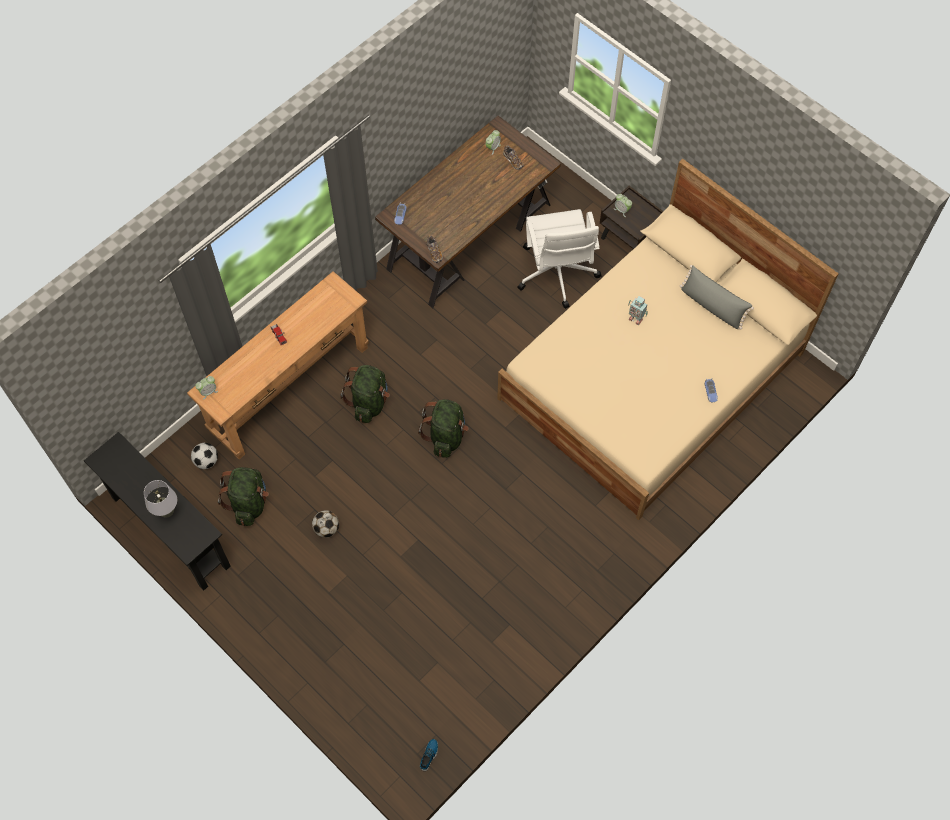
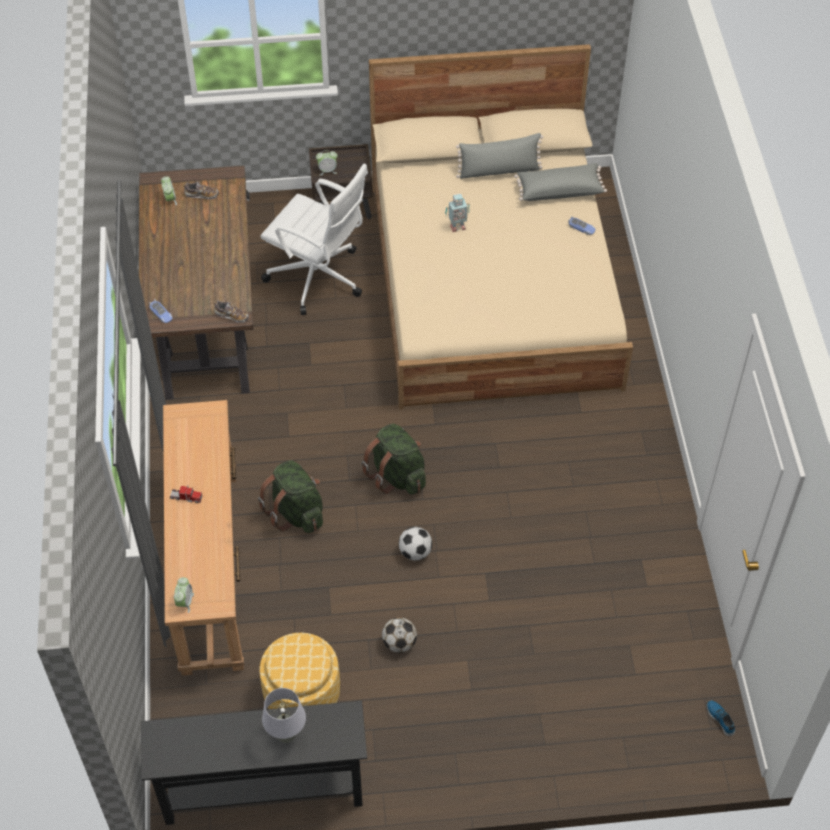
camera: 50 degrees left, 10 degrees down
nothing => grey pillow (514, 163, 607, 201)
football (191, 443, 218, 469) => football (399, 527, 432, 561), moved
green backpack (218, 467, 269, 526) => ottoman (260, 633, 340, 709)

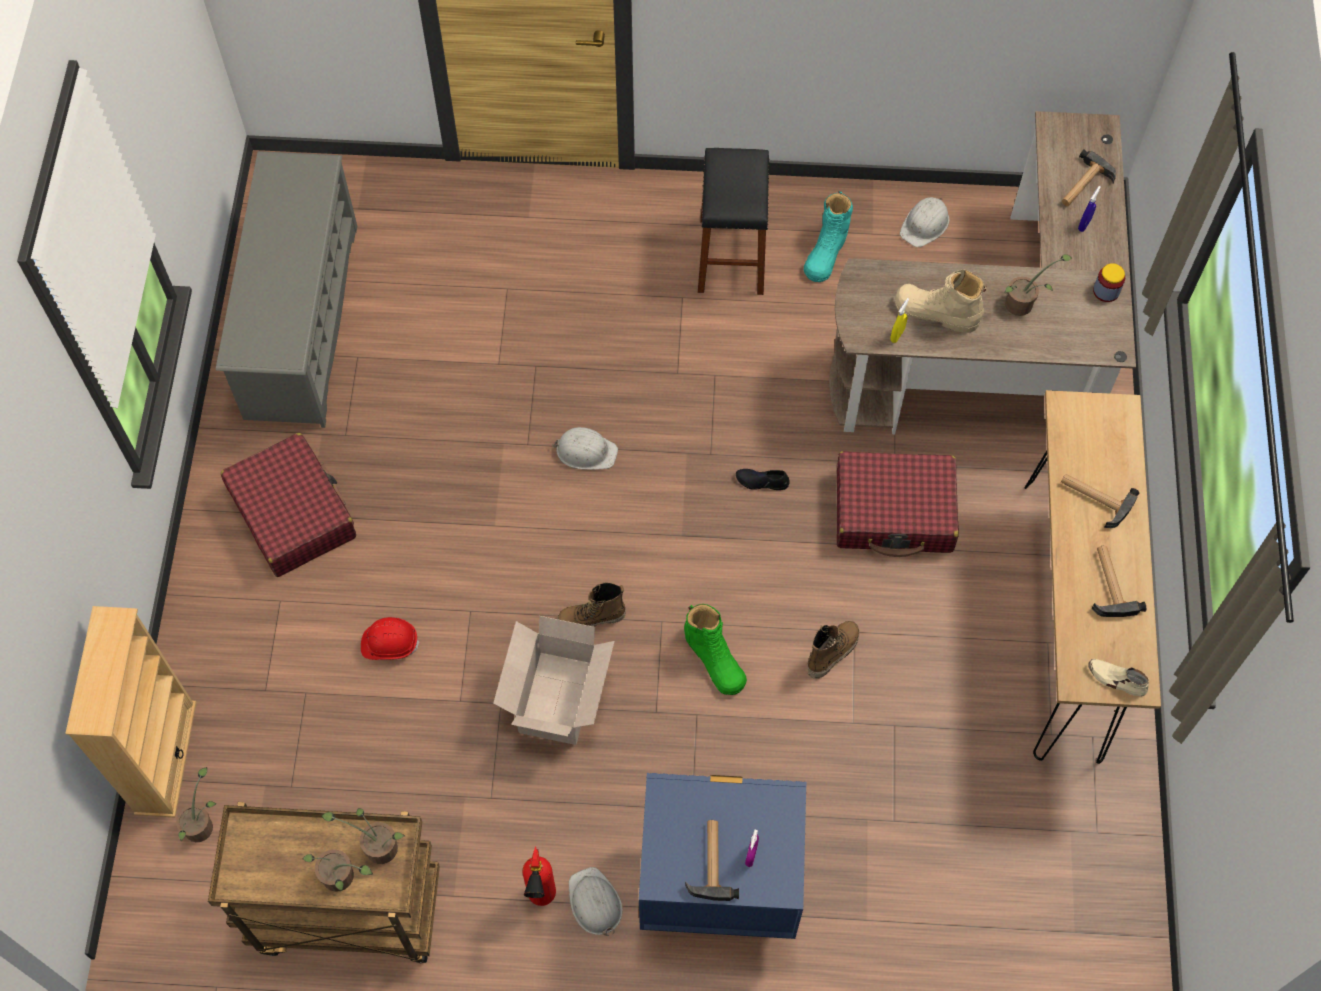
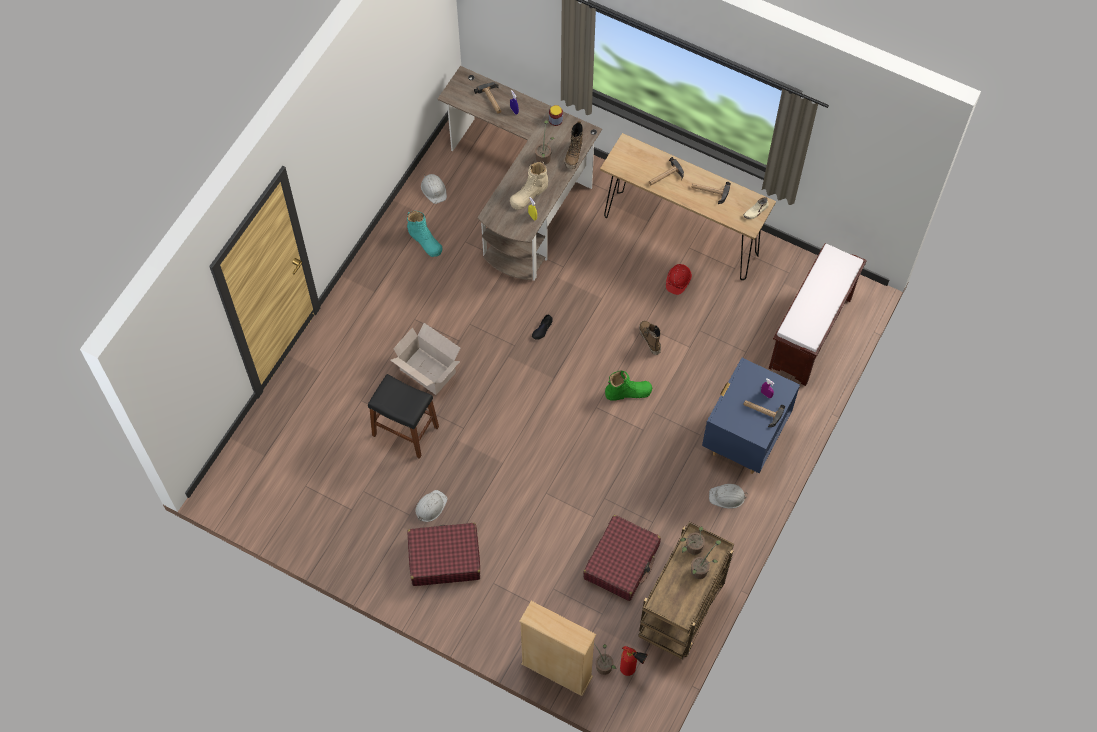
camera: 65 degrees left, 0 degrees up
grey shoe rack (216, 151, 357, 428) => nothing
nothing => brown bench (769, 243, 867, 386)
red hard hat (361, 617, 420, 660) => red hard hat (666, 264, 692, 295), moved
cardboard box (493, 616, 614, 745) => cardboard box (390, 323, 460, 395), moved
fire extinguisher (523, 847, 556, 906) => fire extinguisher (620, 646, 648, 676), moved
white hard hat (552, 427, 618, 470) => white hard hat (415, 490, 448, 522), moved
boot (557, 583, 626, 626) => boot (565, 121, 583, 169), moved
black stool (698, 148, 769, 295) => black stool (368, 374, 439, 459), moved
red suitcase (837, 451, 959, 557) => red suitcase (583, 515, 661, 601), moved

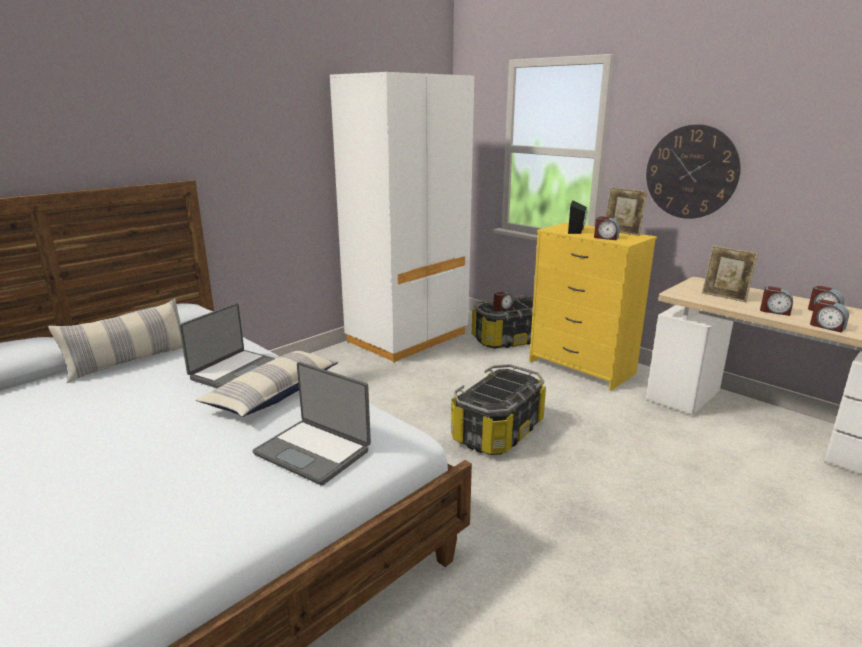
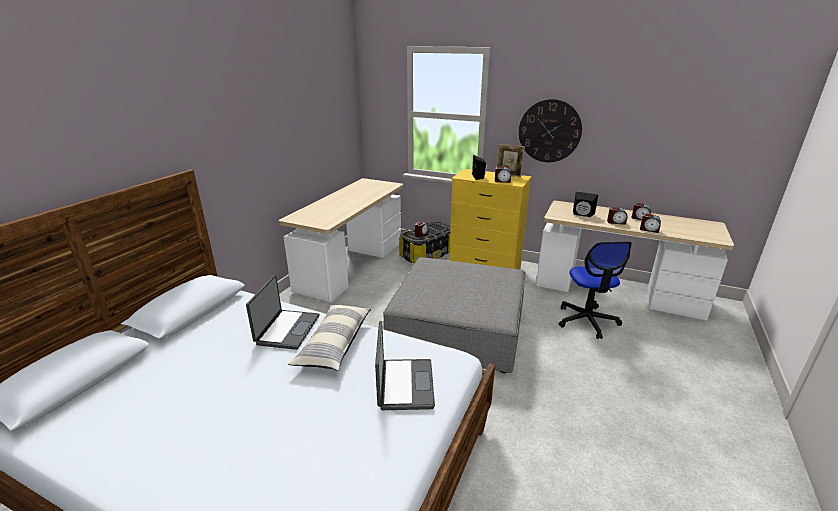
camera: 20 degrees left, 5 degrees up
pillow (48, 299, 183, 383) => nothing
nothing => office chair (559, 242, 632, 339)
white wardrobe (330, 72, 474, 362) => desk (279, 178, 403, 302)
storage box (451, 364, 546, 455) => grey ottoman (383, 257, 526, 373)
picture frame (702, 245, 758, 302) => black speaker (573, 192, 598, 217)
laptop (252, 362, 371, 485) => laptop (375, 321, 435, 410), 105 degrees counterclockwise

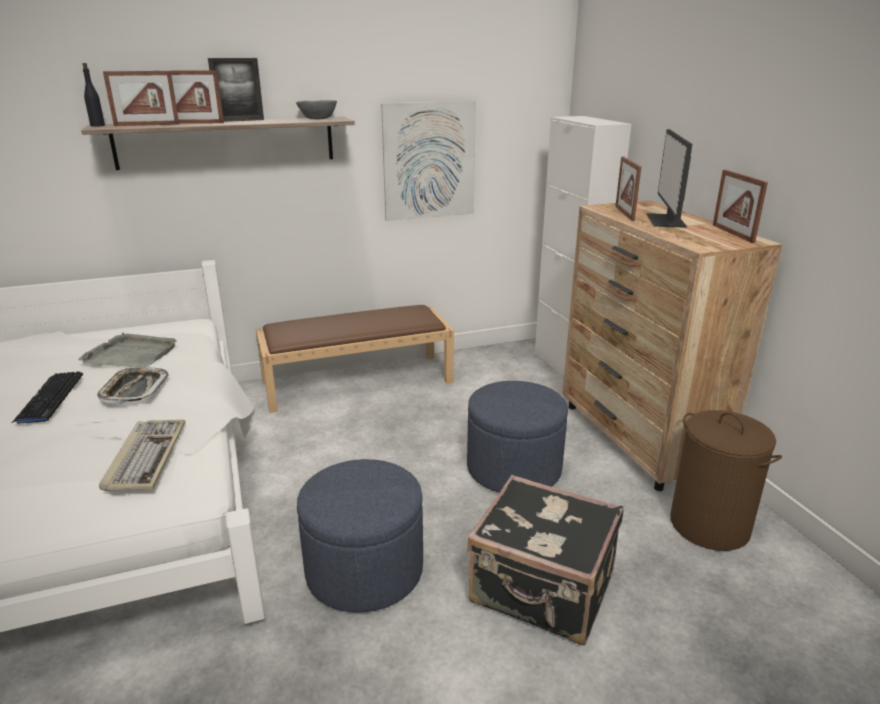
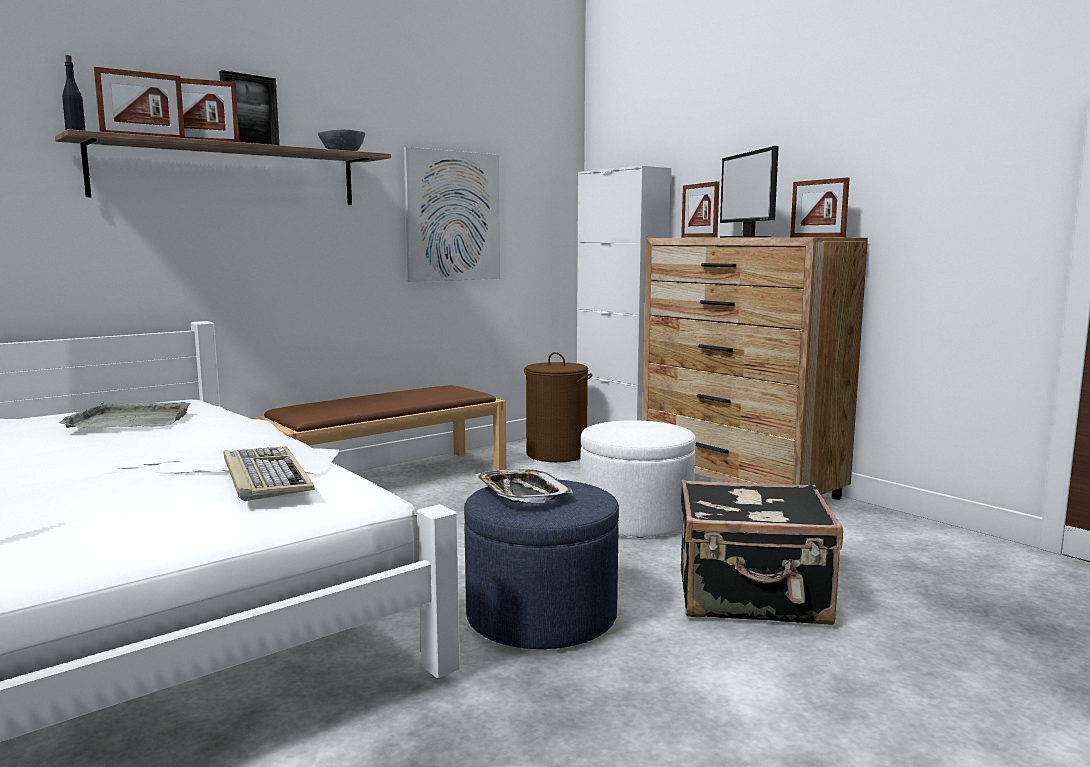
camera: 20 degrees left, 15 degrees down
keyboard (12, 372, 83, 424) => nothing
tray (97, 367, 169, 405) => tray (475, 469, 573, 503), moved
brown laundry basket (670, 410, 782, 551) => brown laundry basket (524, 352, 592, 462), moved
blue ottoman (467, 381, 568, 493) => white ottoman (580, 420, 696, 538)

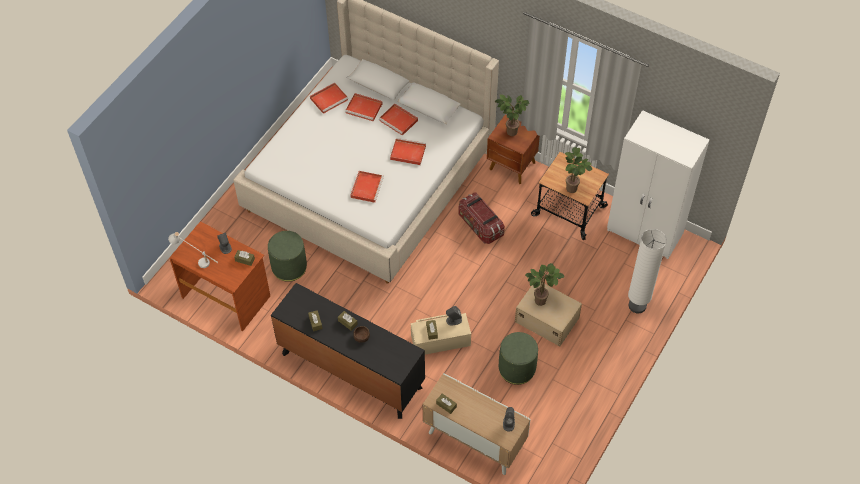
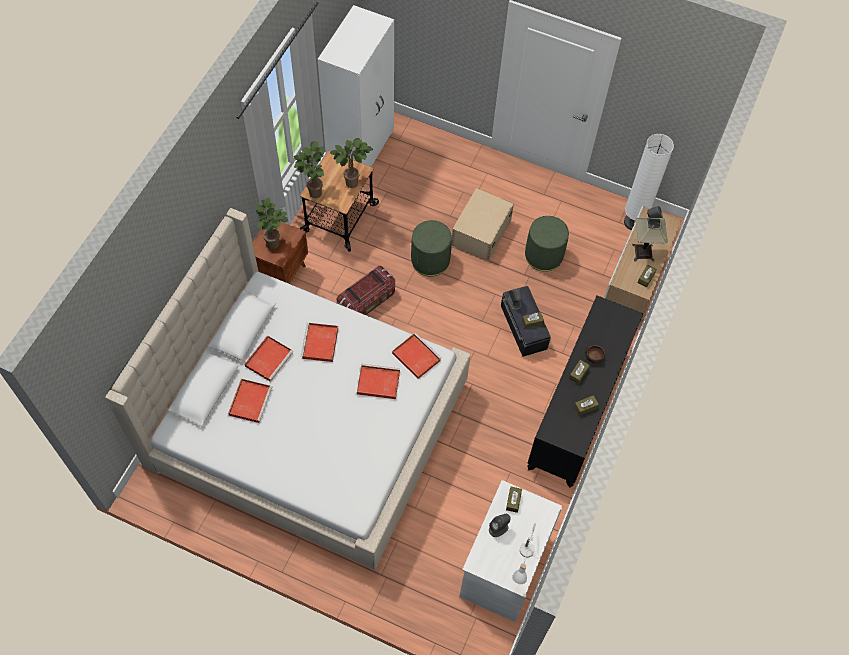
camera: 100 degrees left, 5 degrees up
nothing => table lamp (632, 218, 668, 262)
green ottoman (268, 231, 307, 282) => green ottoman (411, 220, 452, 276), moved
red tray (310, 83, 348, 114) => red tray (392, 333, 441, 379), moved
potted plant (525, 263, 565, 306) => potted plant (294, 141, 324, 198), moved
white floor lamp (628, 229, 667, 313) => white floor lamp (624, 134, 674, 230), moved
brown desk (169, 221, 270, 331) => white desk (459, 480, 562, 622)
beige storage box (411, 313, 471, 355) => black storage box (501, 286, 551, 357)

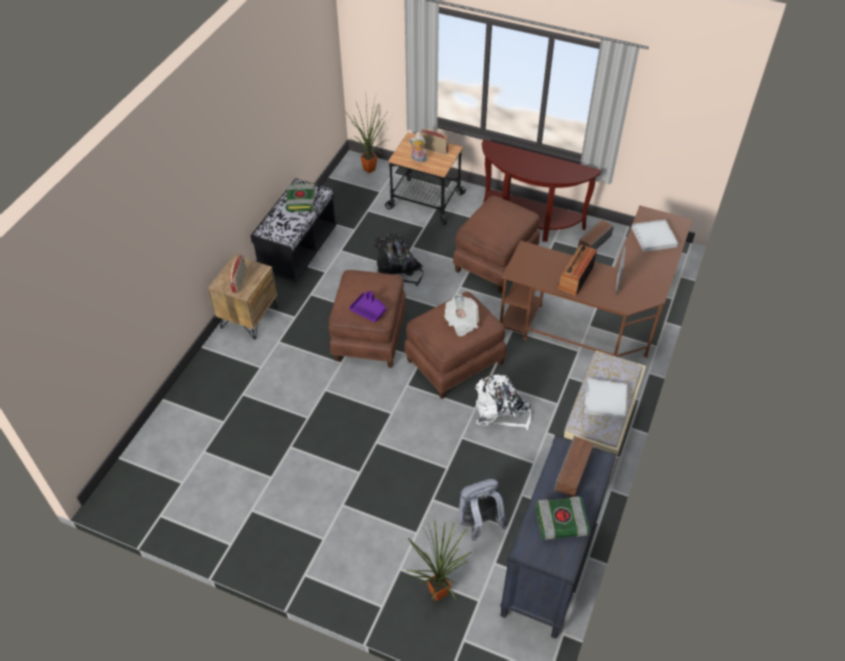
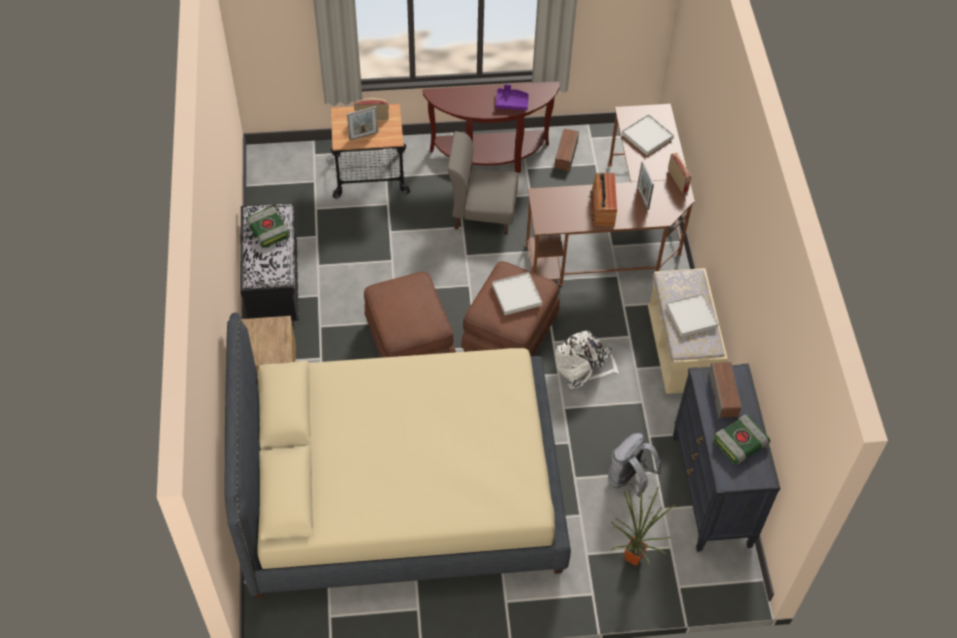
camera: 30 degrees left, 5 degrees up
potted plant (344, 96, 387, 173) => nothing
black backpack (373, 234, 423, 286) => nothing
nothing => beige bed (224, 312, 571, 599)
radio (229, 255, 247, 293) => radio (668, 153, 691, 193), moved
purple tray (349, 291, 386, 323) => purple tray (496, 84, 529, 110), moved
plush toy (409, 135, 427, 162) => picture frame (347, 106, 378, 140)
newspaper (444, 294, 479, 337) => white tray (492, 272, 542, 315)
brown ottoman (453, 196, 540, 293) => grey chair (447, 132, 518, 235)

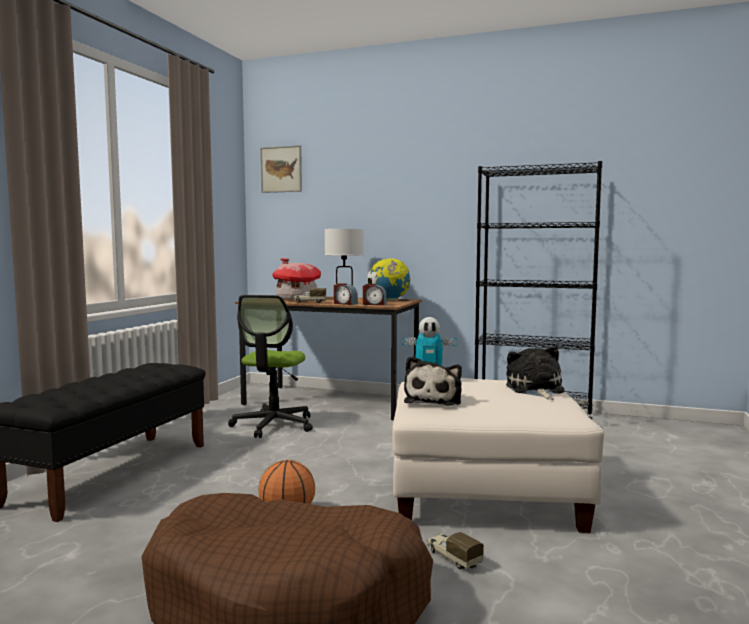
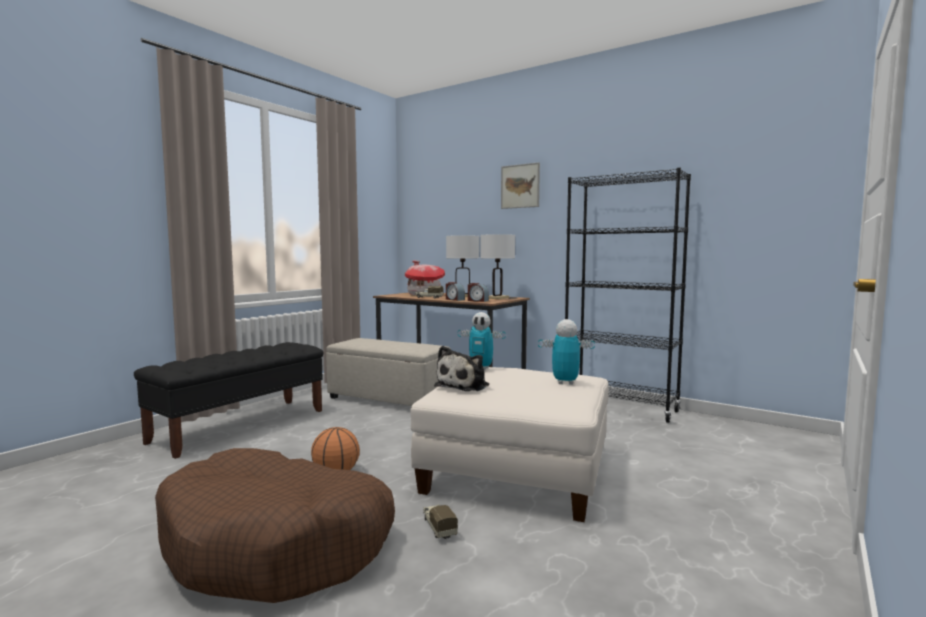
camera: 15 degrees right, 0 degrees up
picture (260, 145, 302, 193) => picture (501, 162, 540, 209), moved
office chair (228, 295, 313, 438) => beige ottoman (326, 338, 451, 406)
globe (367, 258, 410, 301) => white table lamp (481, 234, 515, 299)
plush toy (506, 346, 564, 400) => toy robot (538, 319, 595, 385)

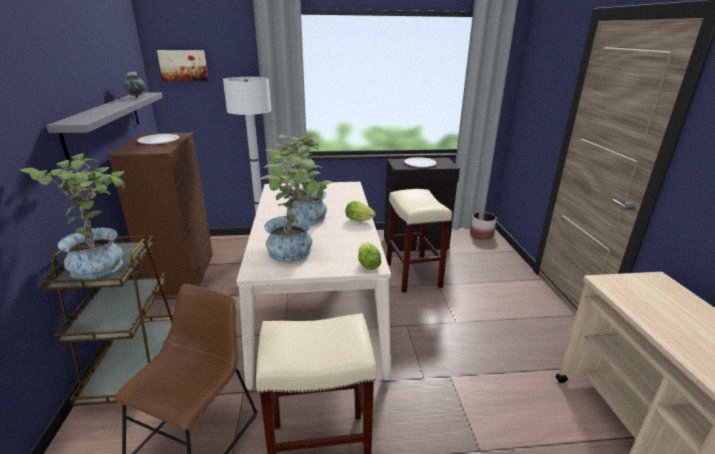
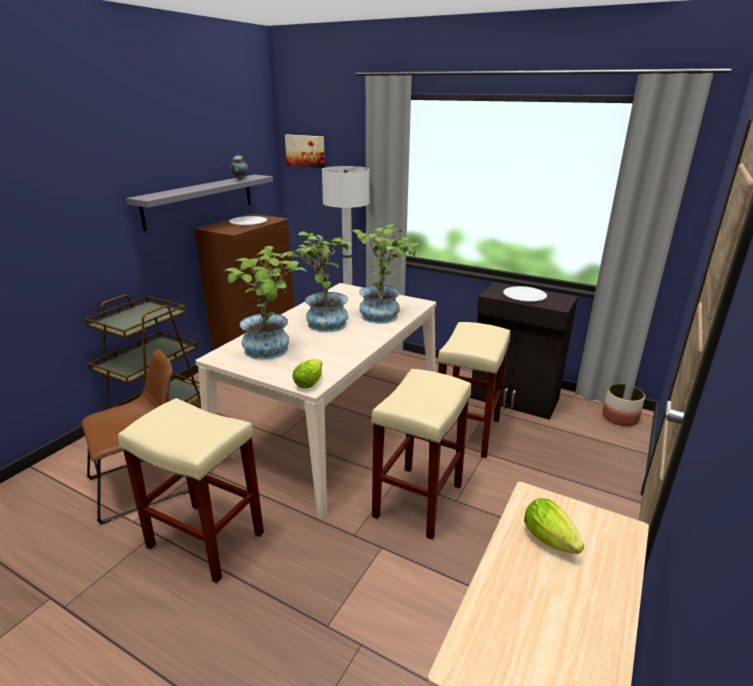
camera: 35 degrees right, 0 degrees up
nothing => beige stool (371, 369, 471, 540)
potted plant (20, 153, 125, 279) => potted plant (352, 224, 418, 324), moved
lettuce (345, 201, 376, 221) => lettuce (524, 498, 584, 554), moved

